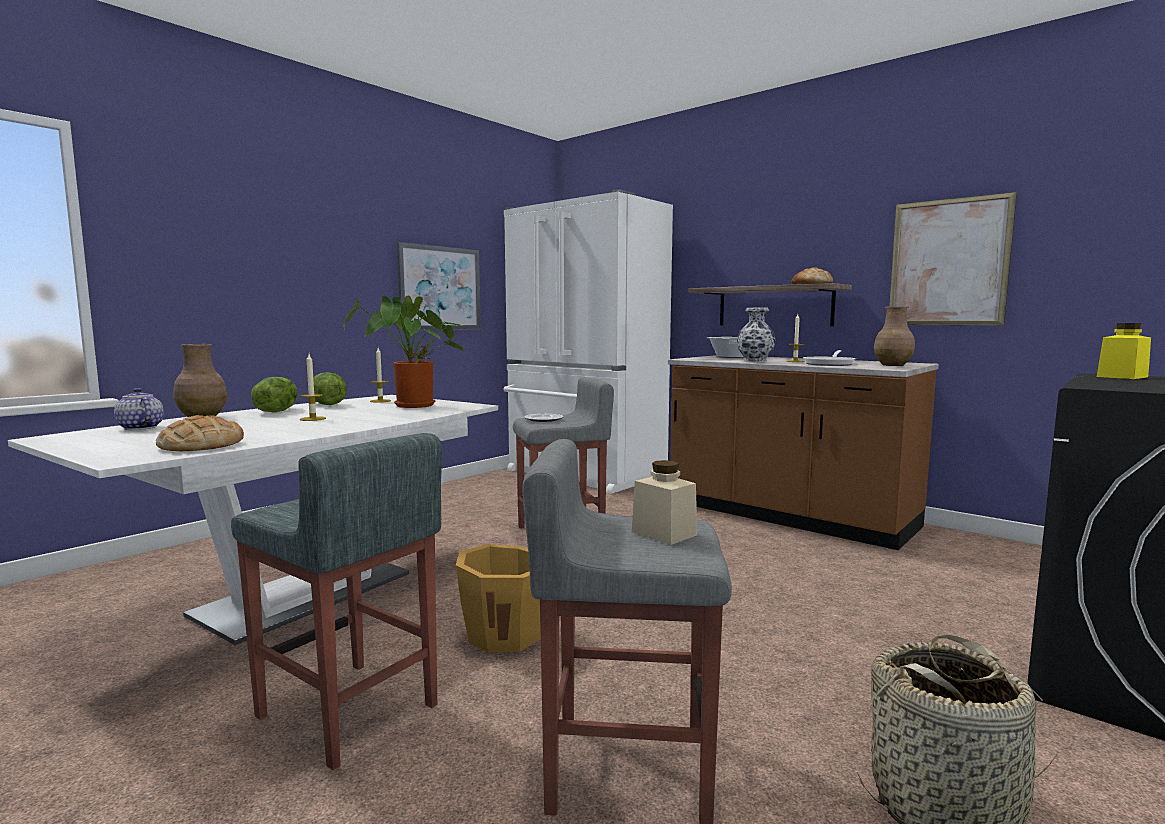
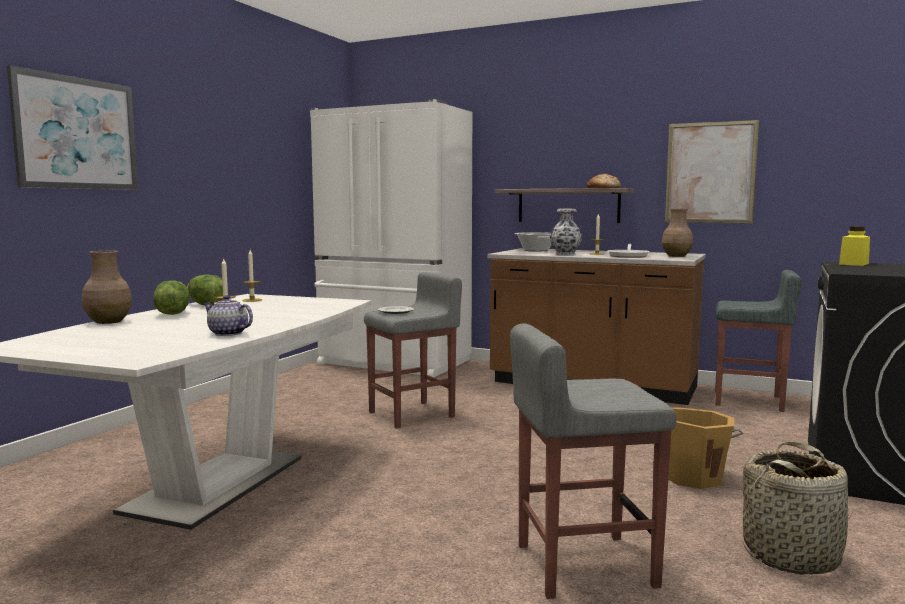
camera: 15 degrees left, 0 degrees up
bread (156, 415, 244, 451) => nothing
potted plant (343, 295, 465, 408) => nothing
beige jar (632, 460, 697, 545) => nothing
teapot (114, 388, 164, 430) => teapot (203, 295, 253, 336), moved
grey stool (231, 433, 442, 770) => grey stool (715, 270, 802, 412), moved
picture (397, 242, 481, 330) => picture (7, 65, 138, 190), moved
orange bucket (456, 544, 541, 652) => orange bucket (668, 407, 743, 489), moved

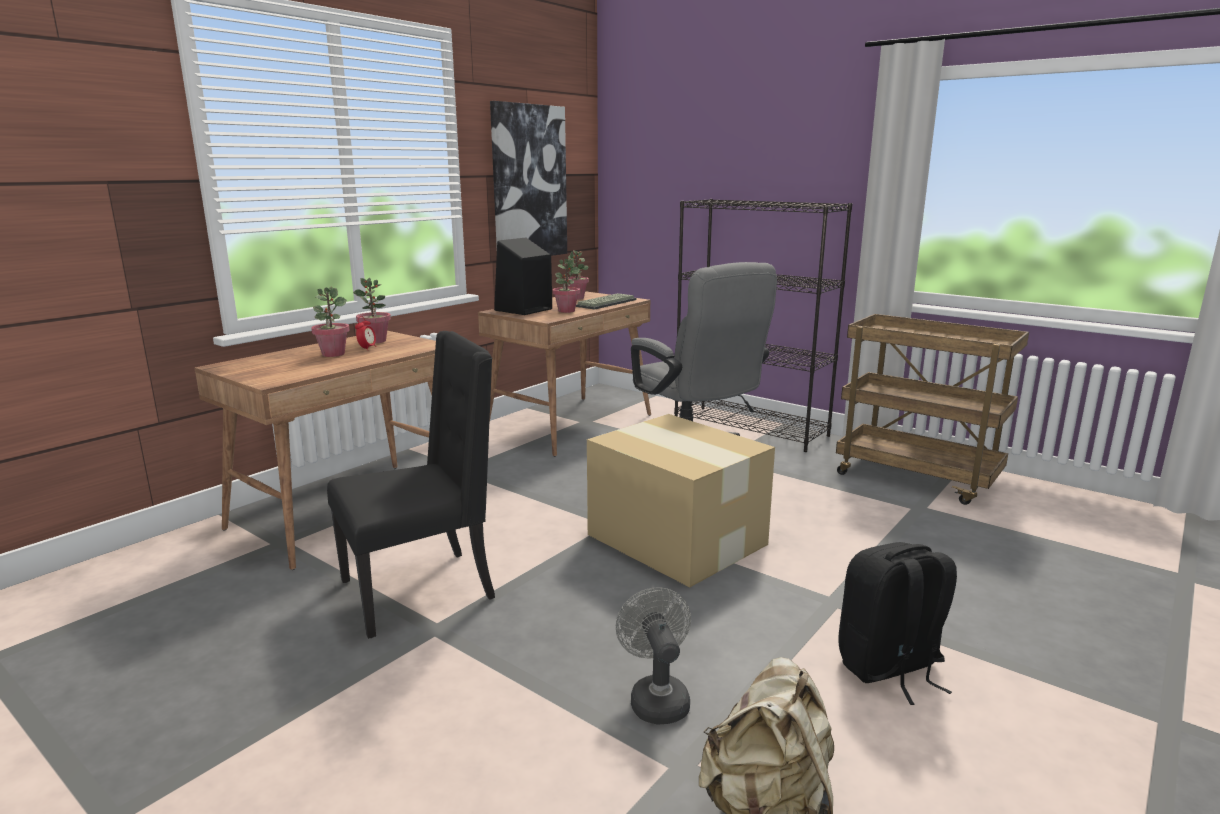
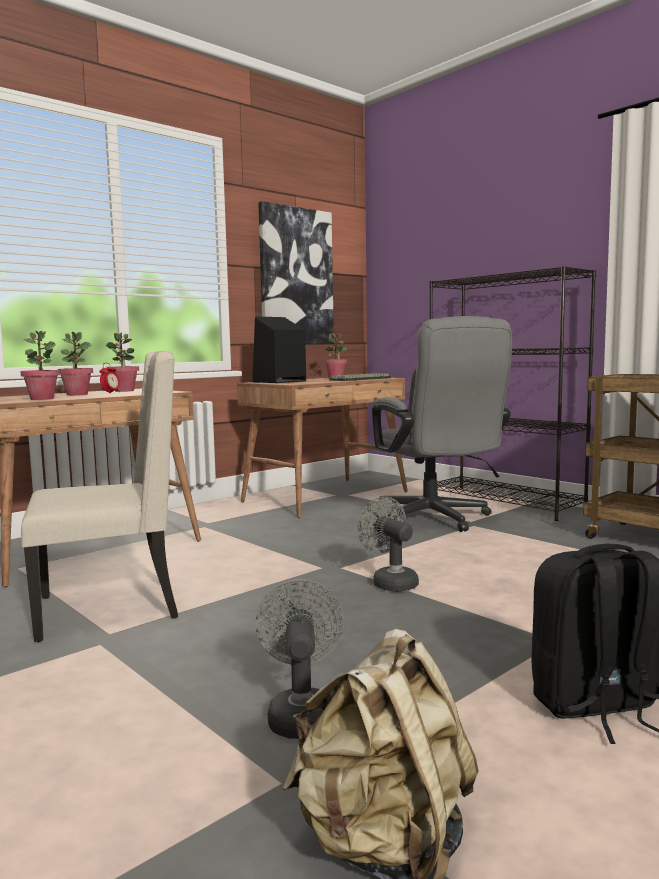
camera: 10 degrees right, 10 degrees down
potted plant (553, 259, 580, 313) => potted plant (21, 330, 60, 400), moved
cardboard box (587, 414, 775, 587) => grey fan (358, 497, 419, 592)
black chair (327, 331, 495, 639) => beige chair (21, 351, 178, 642)

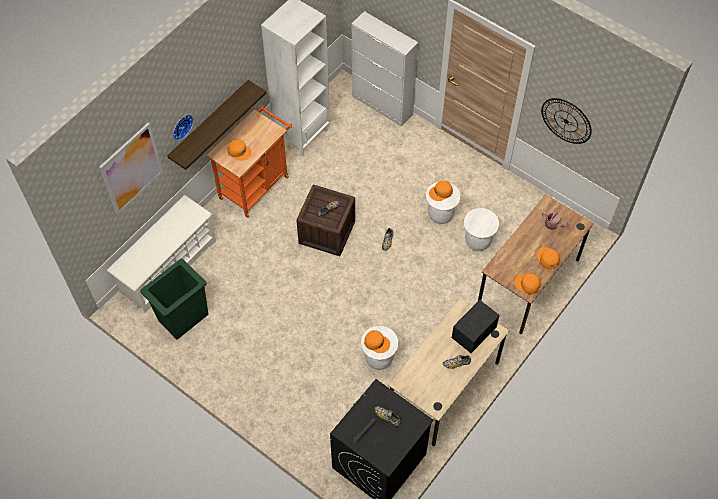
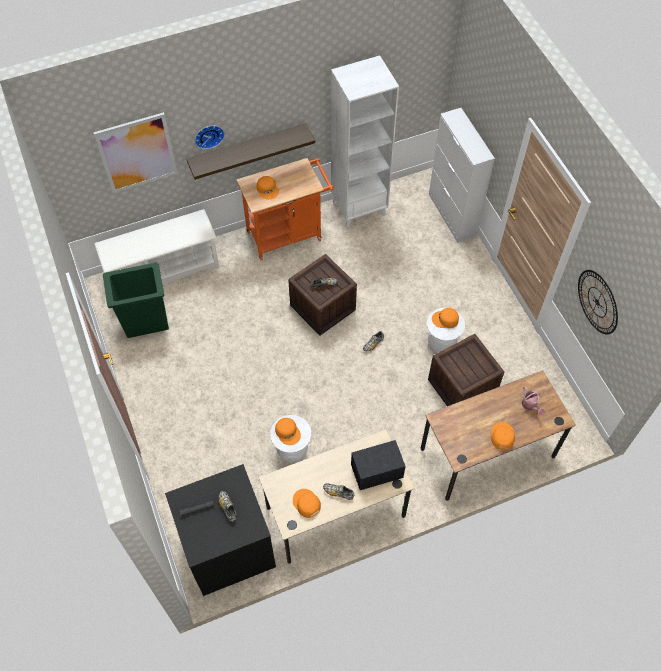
camera: 30 degrees right, 0 degrees up
orange cap (514, 274, 541, 294) => orange cap (293, 489, 321, 518), moved
white stool (464, 208, 499, 251) => crate (428, 334, 504, 406)

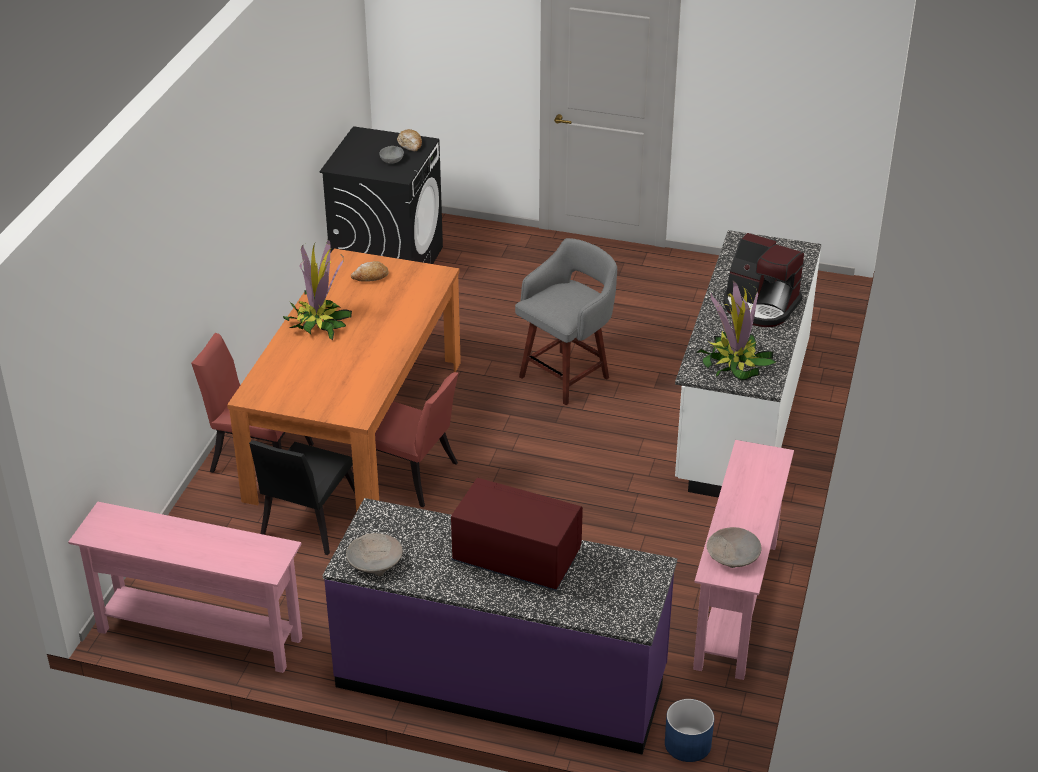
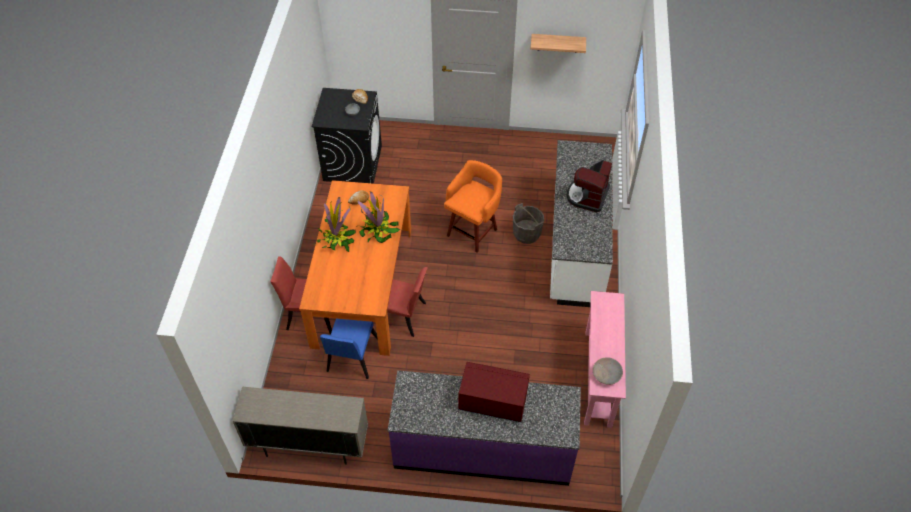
camera: 10 degrees left, 15 degrees up
beige bowl (346, 533, 403, 576) => nothing
blue planter (665, 699, 714, 762) => nothing
nothing => grey bucket (513, 203, 544, 244)
nothing => shelf (530, 34, 586, 53)
potted plant (696, 279, 777, 380) => potted plant (356, 191, 400, 243), moved
pink console table (68, 502, 302, 673) => beige cabinet (232, 387, 368, 465)
black chair (249, 440, 355, 555) => blue chair (320, 319, 377, 379)
grey stool (515, 238, 617, 405) => orange stool (444, 160, 502, 253)
coffee machine (723, 233, 804, 327) => coffee machine (567, 160, 612, 212), 90 degrees clockwise

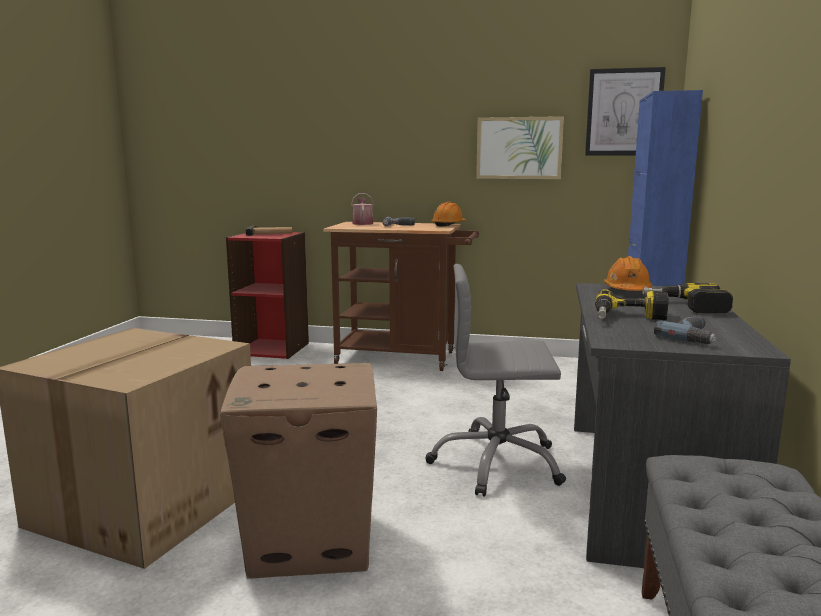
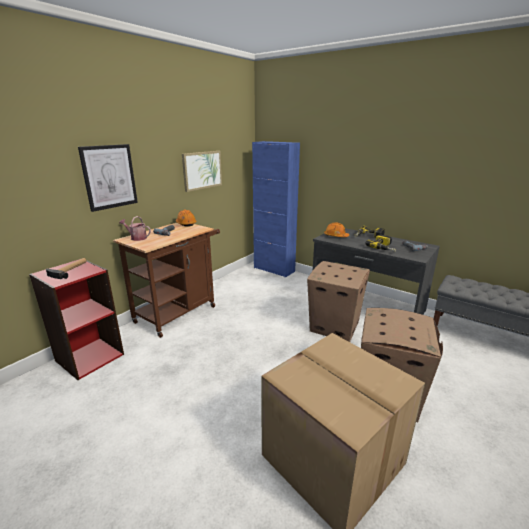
camera: 65 degrees left, 10 degrees up
picture (585, 67, 666, 156) => picture (78, 144, 138, 212), moved
grey office chair (426, 264, 566, 497) => cardboard box (307, 261, 370, 342)

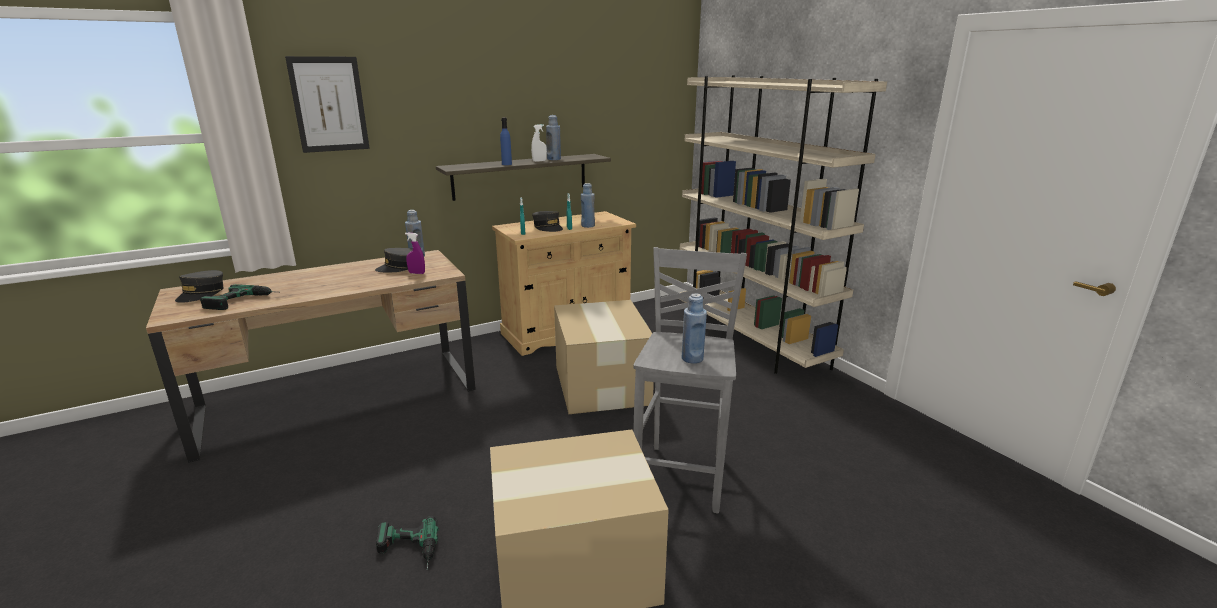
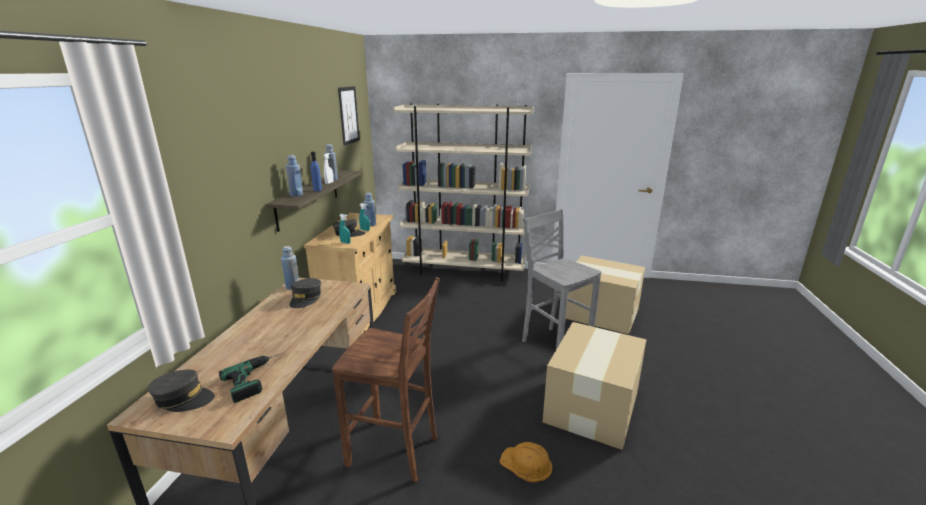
camera: 50 degrees left, 0 degrees up
purple spray bottle (405, 233, 425, 274) => nothing
nothing => brown stool (332, 277, 440, 482)
picture (285, 56, 370, 153) => picture (338, 86, 360, 146), moved
cardboard box (554, 300, 654, 414) => cardboard box (565, 255, 645, 334), moved
blue bottle (682, 293, 707, 364) => blue bottle (286, 155, 303, 196), moved
power drill (376, 516, 439, 570) => orange hard hat (500, 442, 552, 482)
grey cap (175, 270, 223, 303) => grey cap (148, 370, 215, 412), 45 degrees counterclockwise

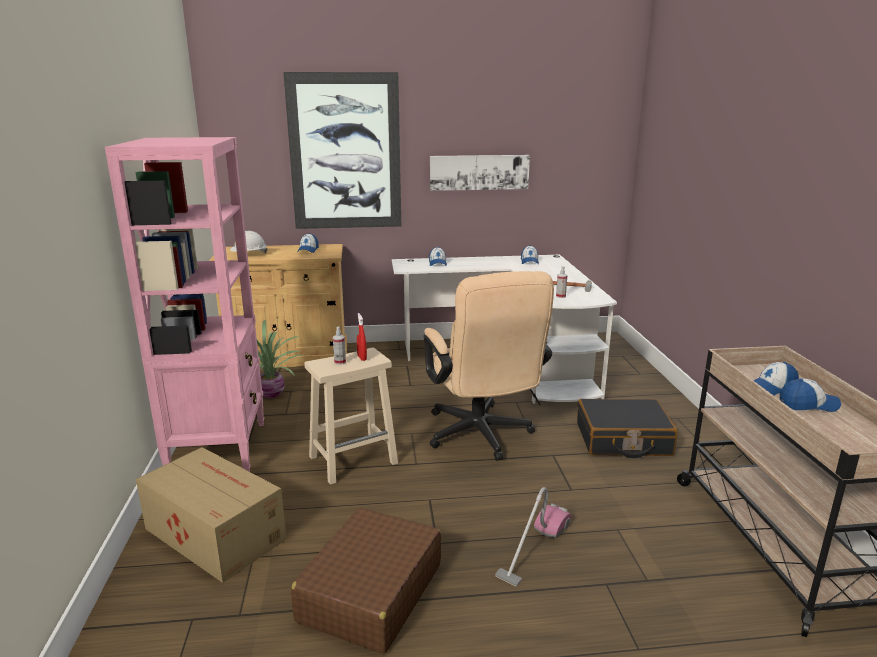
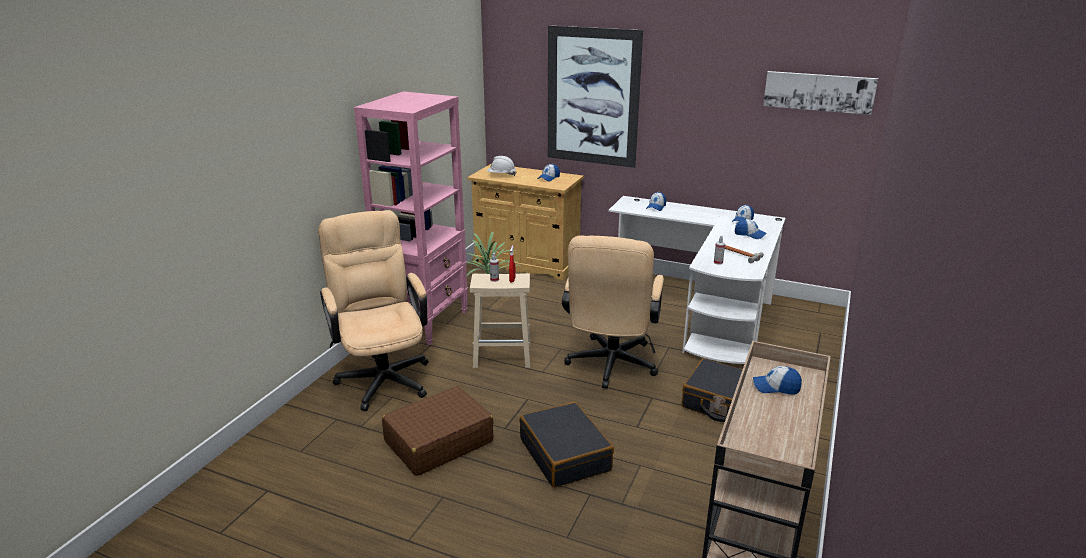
camera: 30 degrees right, 5 degrees up
picture (430, 155, 530, 191) => picture (763, 71, 878, 115), moved
cap (780, 379, 841, 412) => cap (735, 219, 767, 239), moved
cardboard box (136, 447, 286, 583) => beige office chair (318, 210, 429, 411)
vacuum cleaner (495, 487, 571, 586) => black suitcase (519, 402, 614, 488)

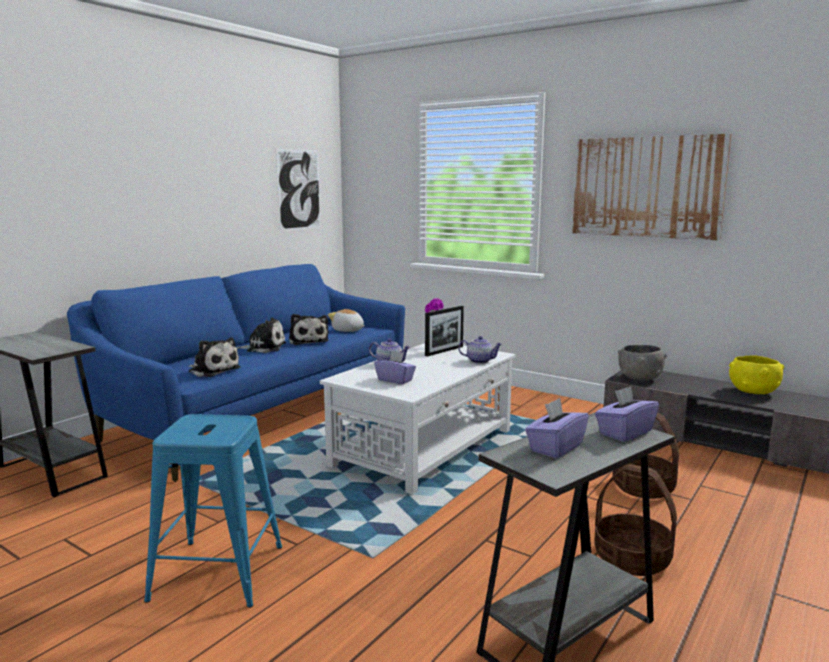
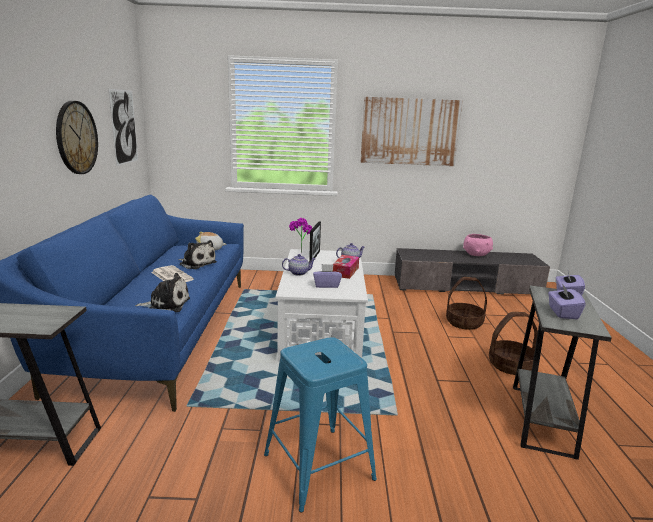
camera: 35 degrees left, 5 degrees up
grey bowl (618, 345, 667, 381) => nothing
nothing => wall clock (56, 101, 98, 174)
nothing => tissue box (333, 255, 359, 279)
plush toy (236, 318, 286, 353) => newspaper (151, 265, 194, 282)
yellow bowl (729, 355, 784, 394) => pink bowl (463, 234, 493, 256)

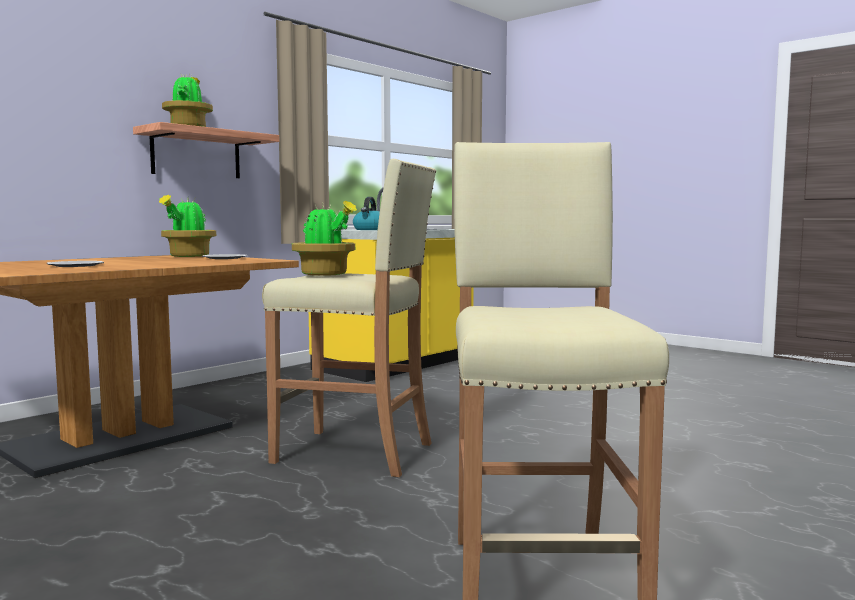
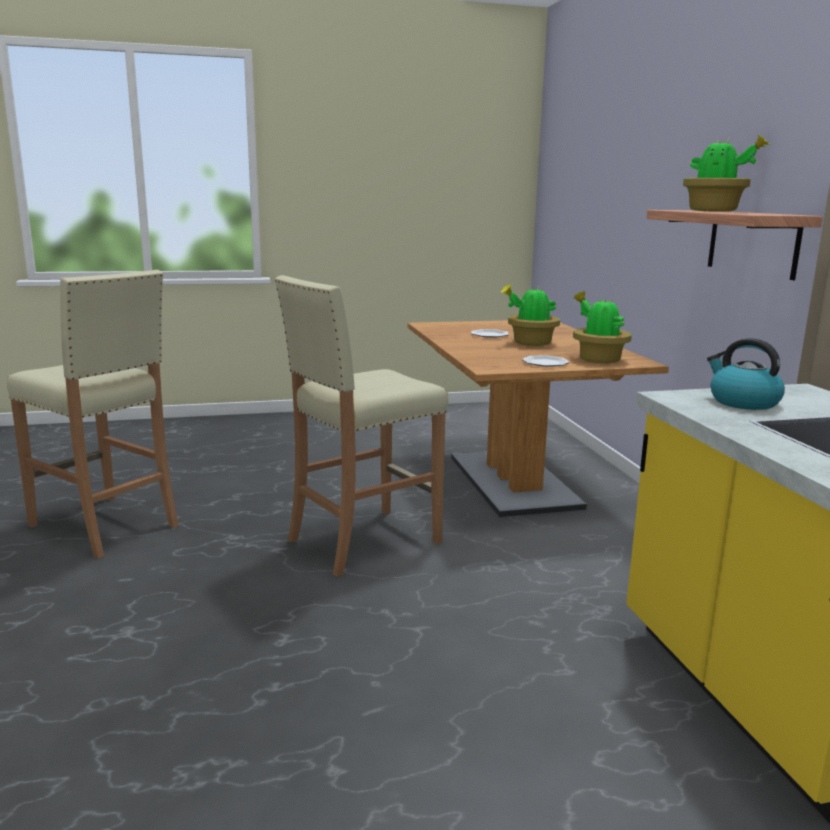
camera: 125 degrees right, 10 degrees up
potted plant (292, 201, 357, 276) => potted plant (501, 284, 560, 346), moved

